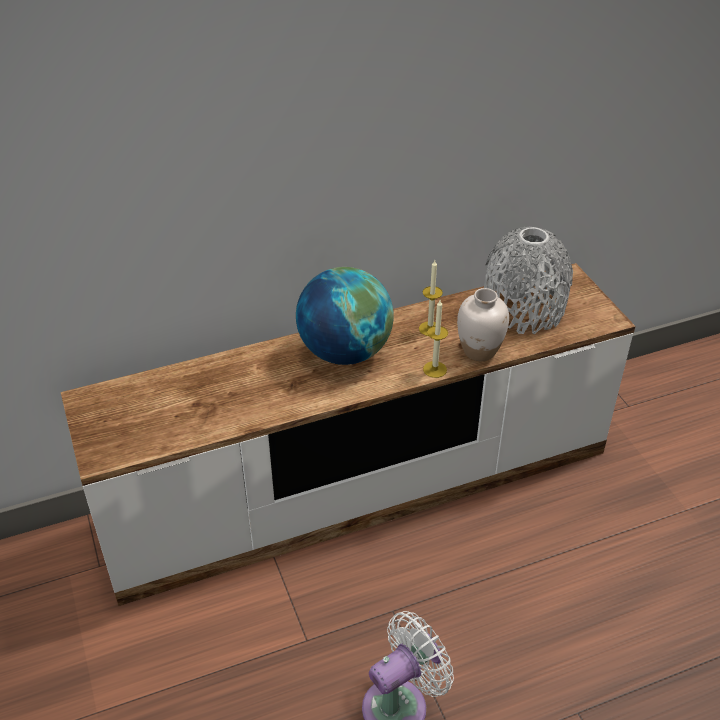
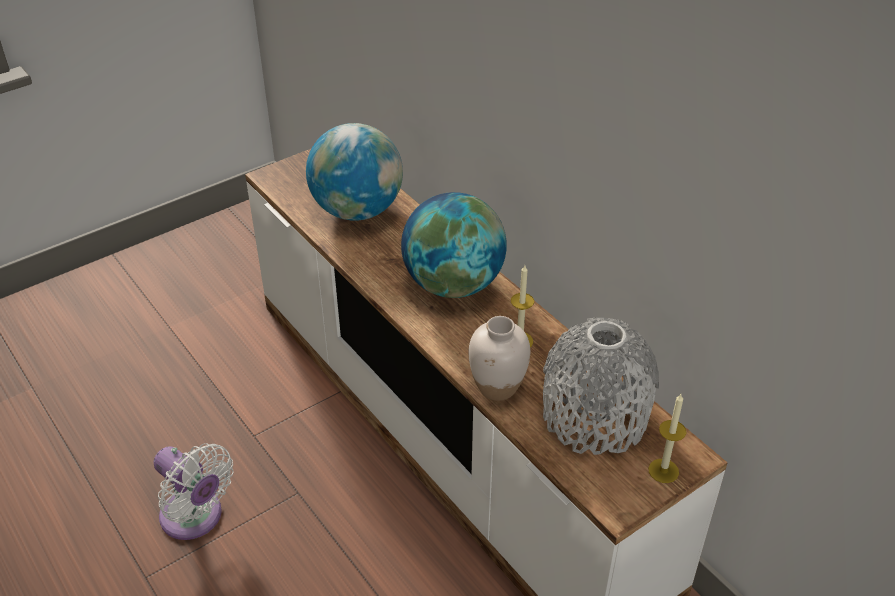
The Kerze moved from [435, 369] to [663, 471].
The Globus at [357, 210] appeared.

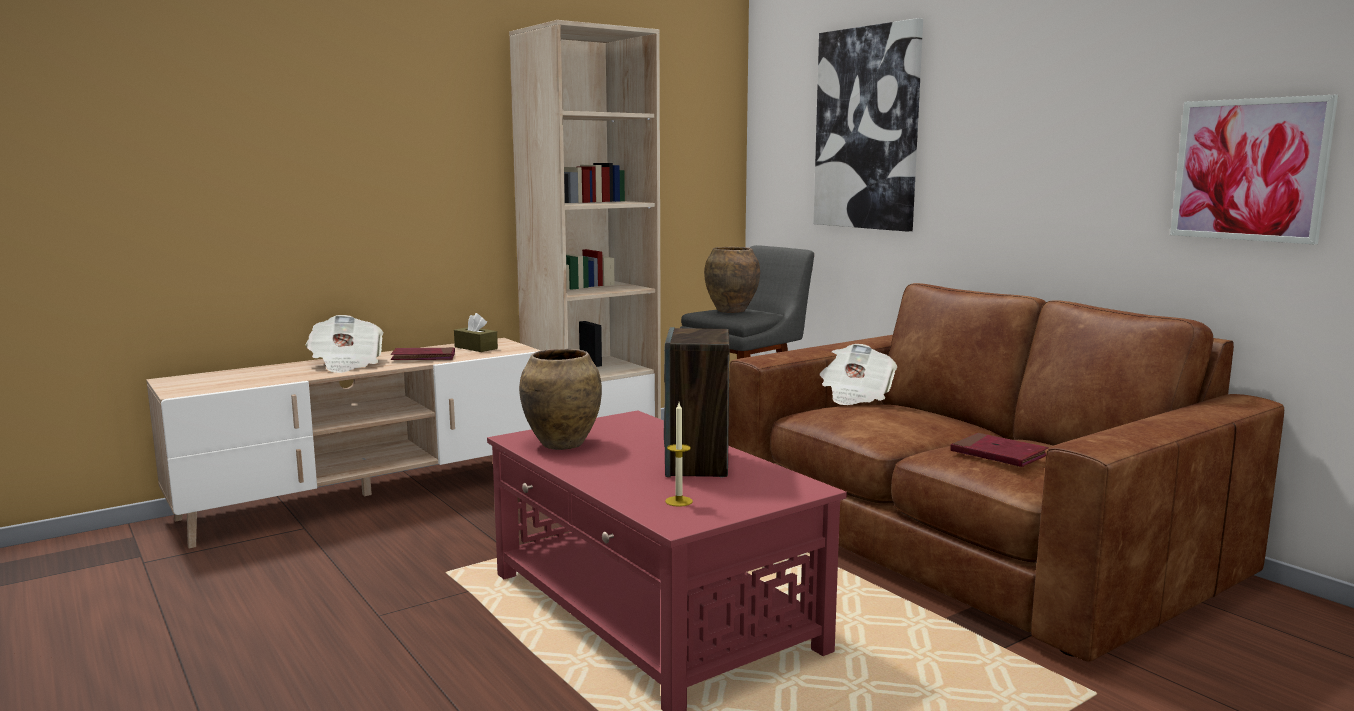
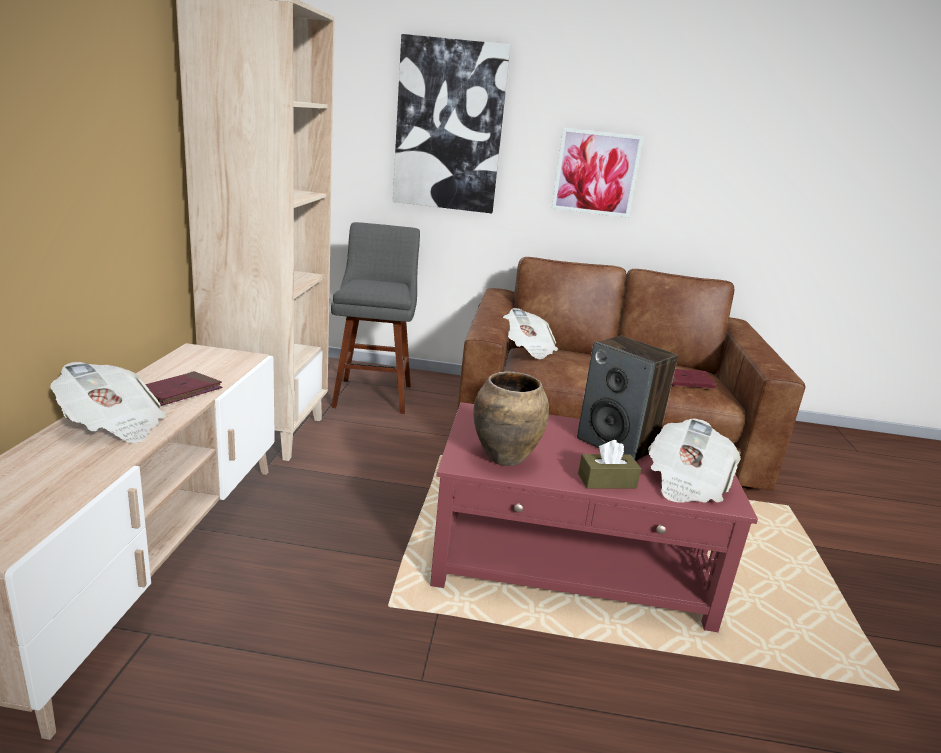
The Taschentuchbox/braun moved from [476, 348] to [607, 481].
The Kerze at [679, 501] was replaced by the Zeitung at [686, 483].
The Vase/braun at [731, 311] disappeared.
The Bild moved from [1249, 169] to [596, 173].

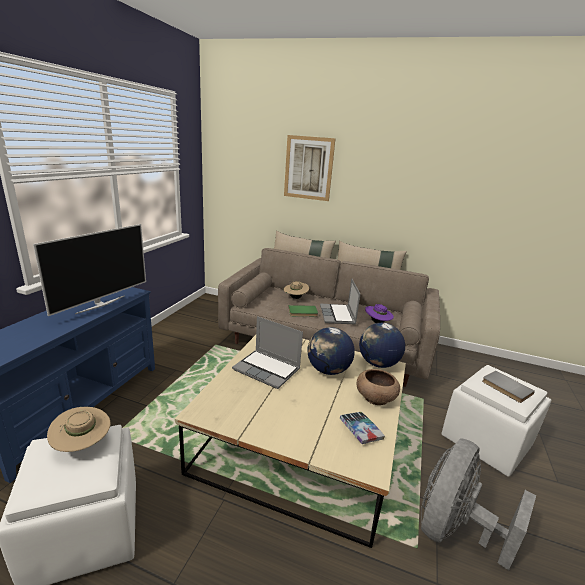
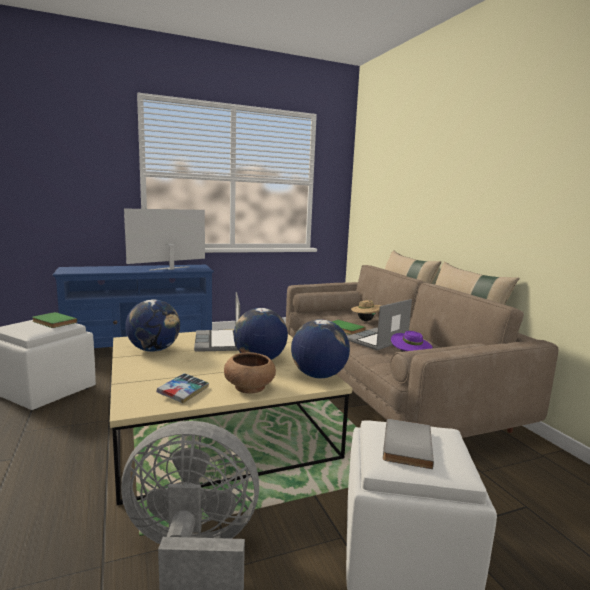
The Fernseher at [100, 304] turned 150 degrees clockwise.
The Hut/beige at [83, 444] was replaced by the Buch/grün at [53, 322].
The Bild at [308, 168] disappeared.
The Globus at [154, 350] appeared.

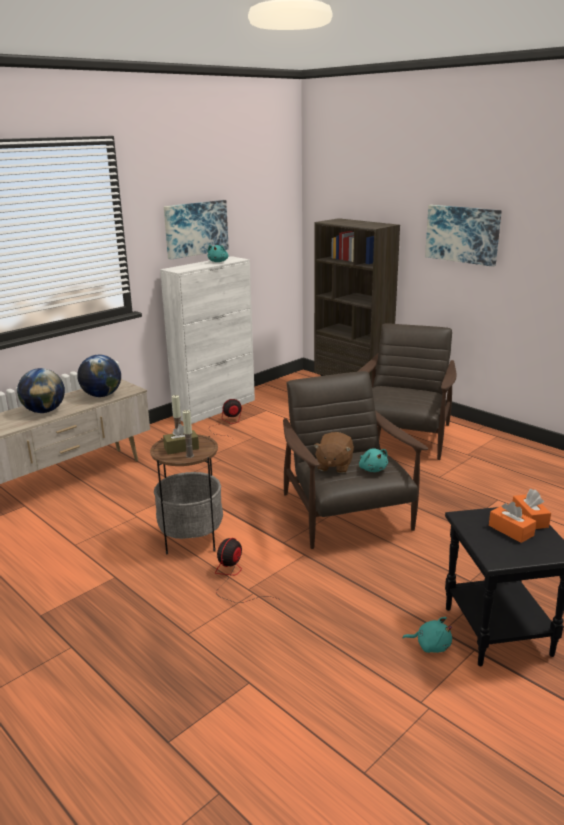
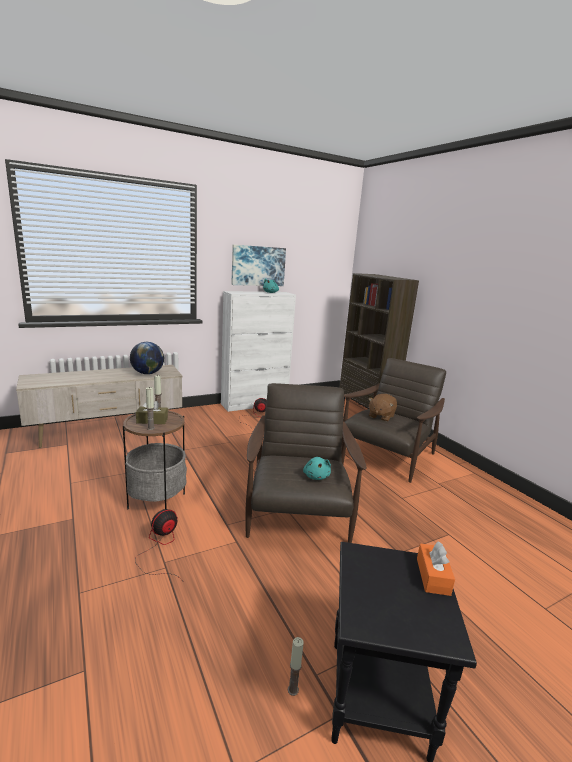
The Globus at [44, 411] disappeared.
The Plüschtier/braun moved from [334, 466] to [380, 416].
The Plüschtier/türkis at [430, 645] was replaced by the Kerze at [293, 690].
The Bild at [463, 234] disappeared.
The Taschentuchbox/orange at [511, 530] disappeared.

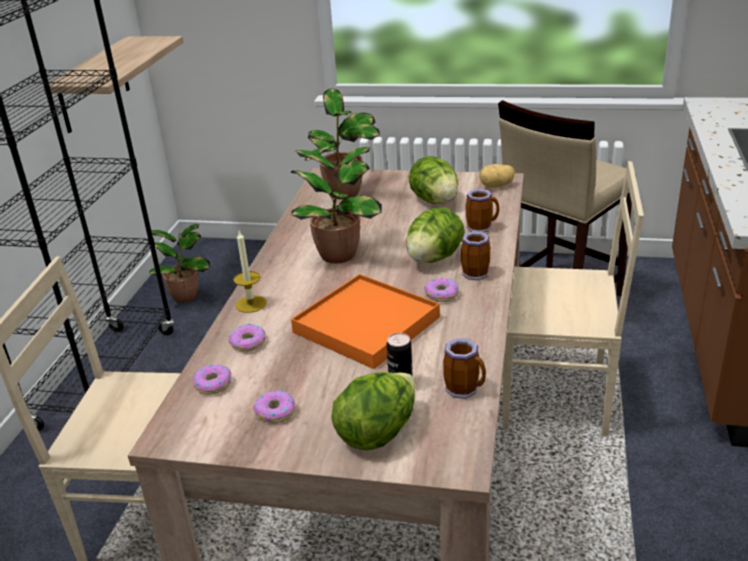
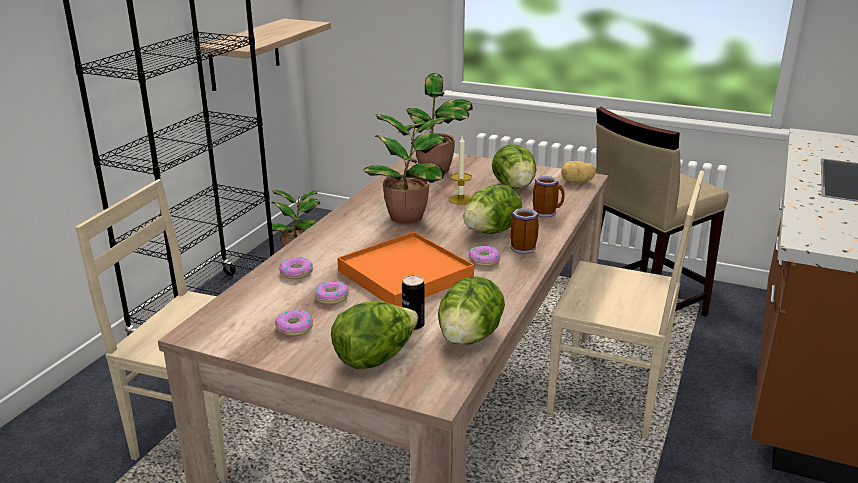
The Donut moved from [213, 384] to [331, 297].
The Kerze moved from [251, 304] to [460, 199].
The Henkelbecher at [465, 389] was replaced by the Salatkopf at [469, 337].

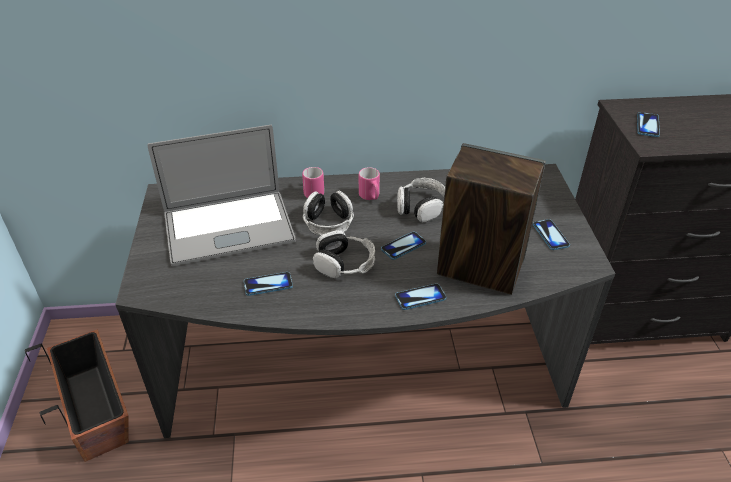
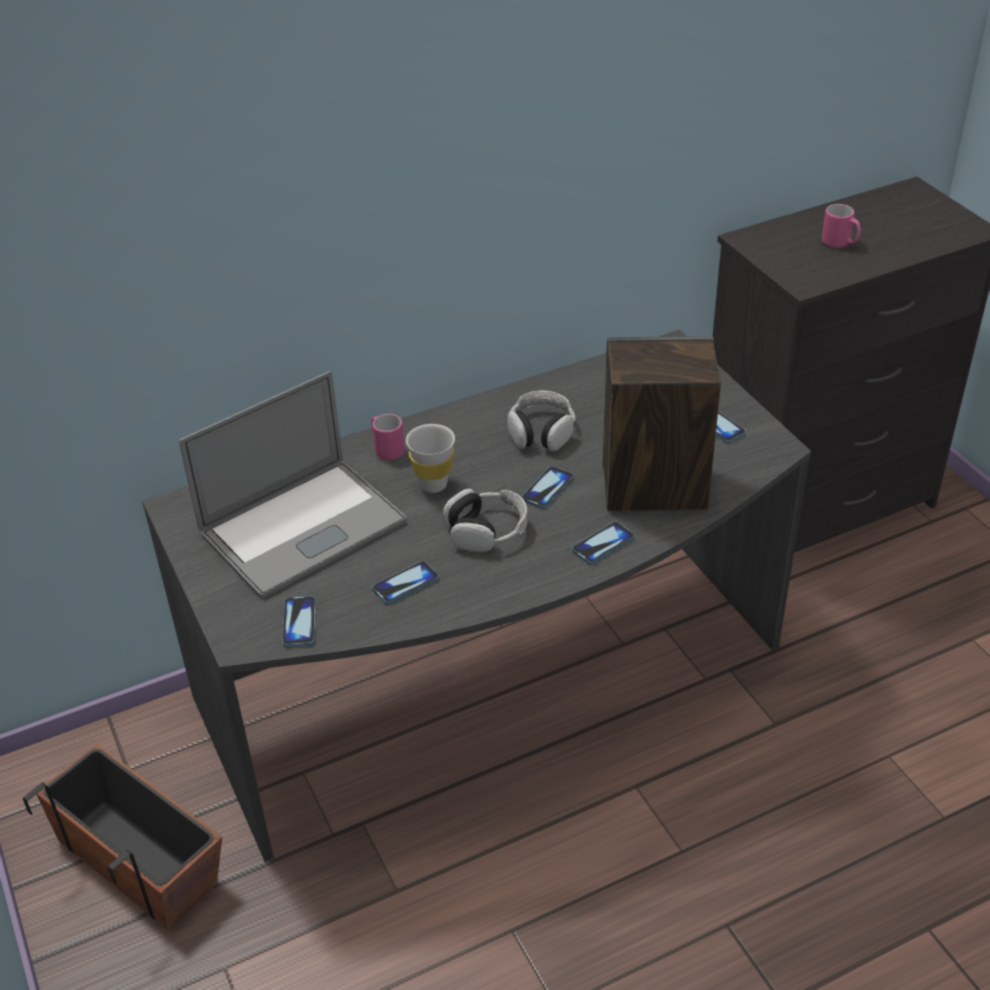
The Kopfhörer at [328, 222] was replaced by the Tasse/weiß at [433, 485].
The Henkelbecher/rosa moved from [370, 197] to [840, 244].
The Handy moved from [647, 125] to [299, 622].

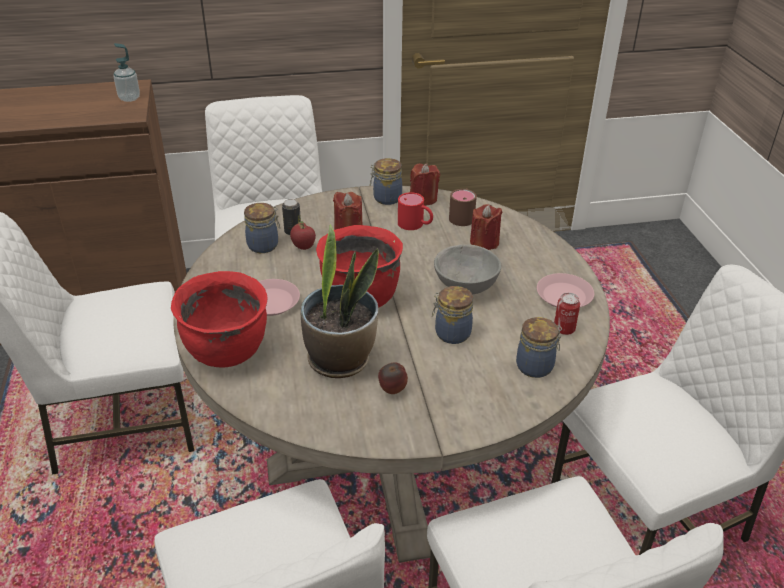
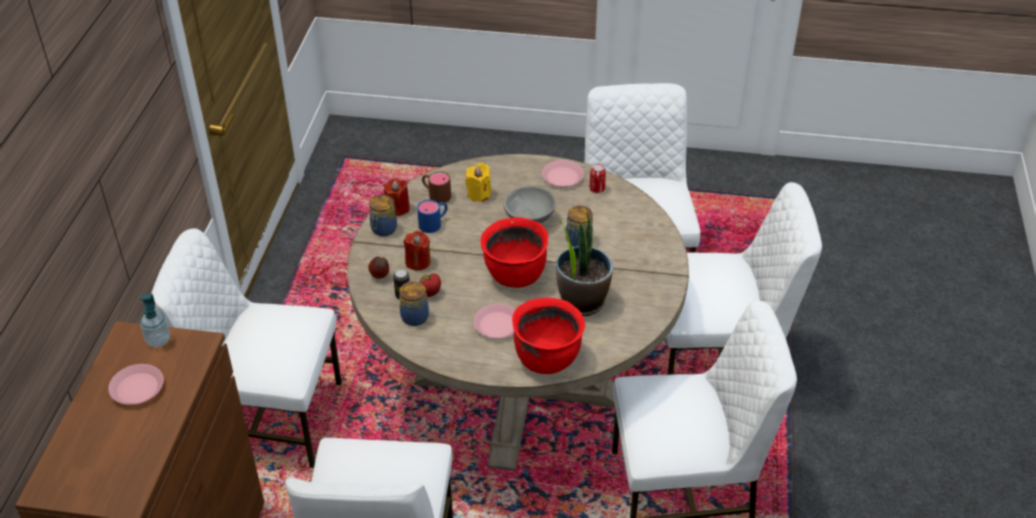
The Apfel moved from [392, 391] to [380, 276].
The Henkelbecher/rot at [415, 225] became the Henkelbecher/blau at [434, 223].
The Kerze/rot at [484, 242] became the Kerze/gelb at [479, 194].
The Vorratsglas at [536, 366] disappeared.
The Teller/rosa at [137, 388] appeared.

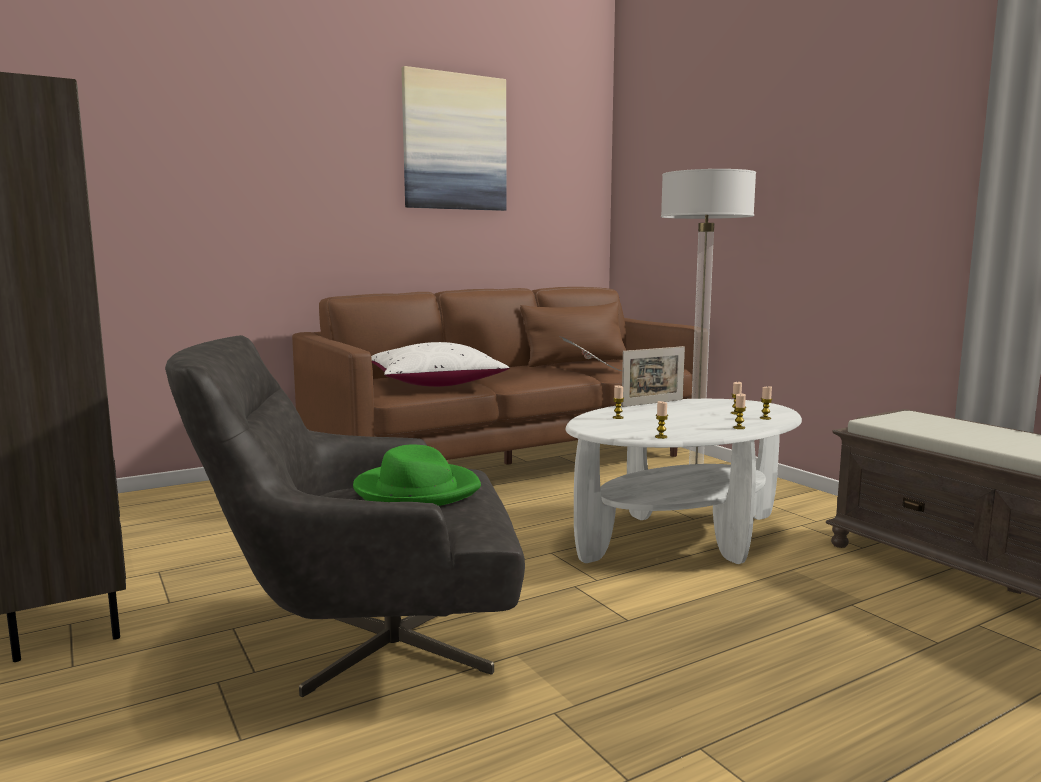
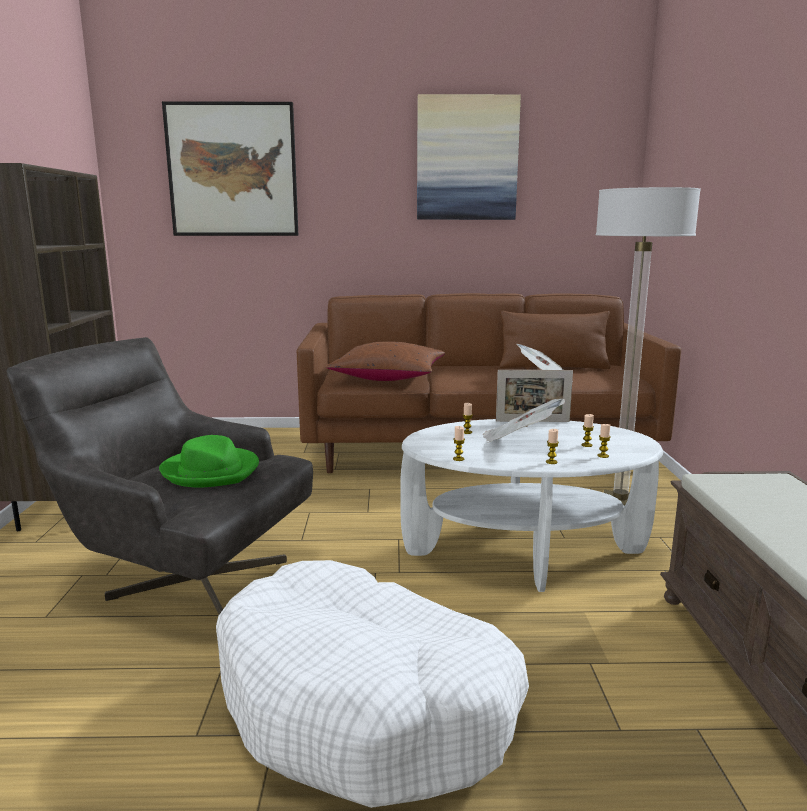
The Kissen/weiß at [436, 384] became the Kissen/braun at [388, 377].
The Bild at [232, 170] appeared.
The Hundebett/weiß at [365, 703] appeared.
The Zeitung at [519, 441] appeared.

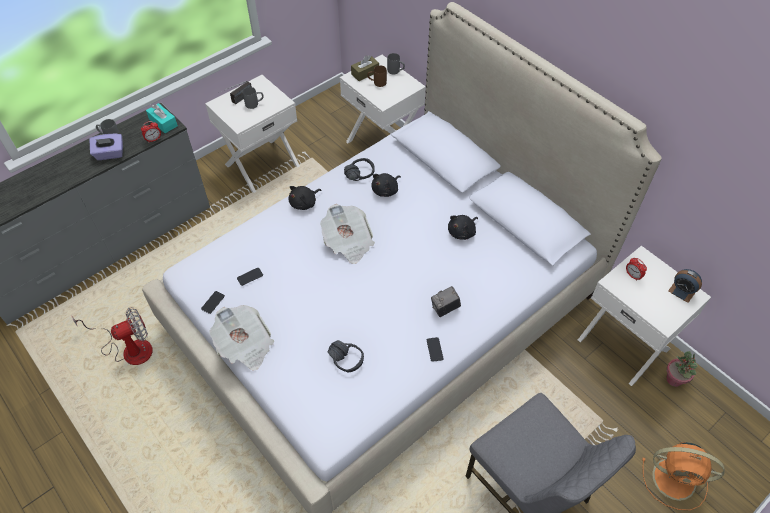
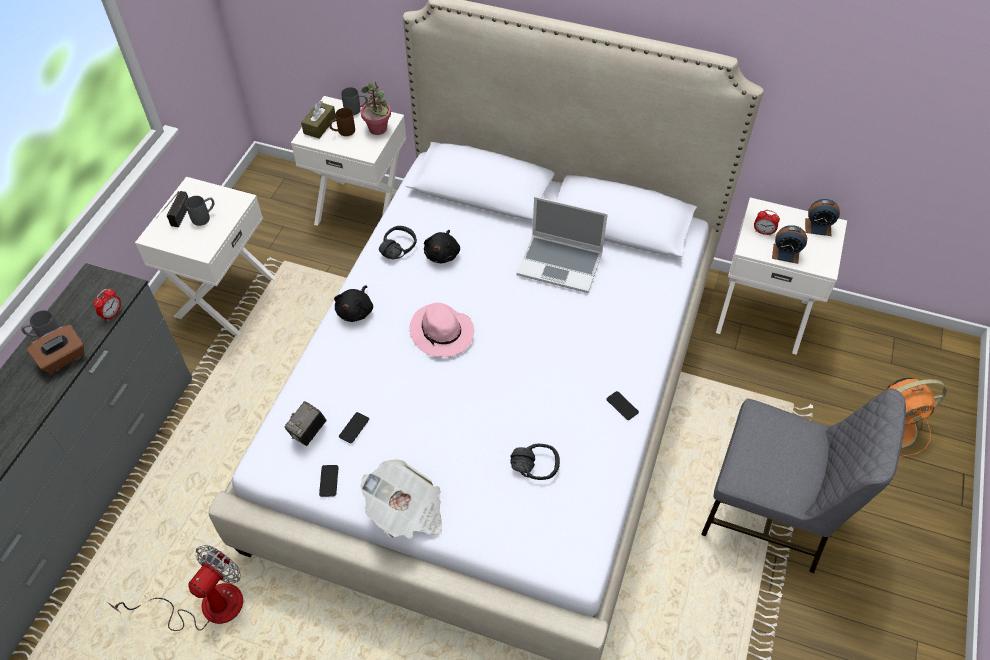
The Taschentuchbox/lila at [110, 154] became the Taschentuchbox/braun at [63, 358].
The Taschentuchbox/türkis at [163, 122] disappeared.
The Zeitung at [348, 242] was replaced by the Hut/rosa at [442, 333].
The Kamera moved from [445, 309] to [308, 432].
The Plüschtier/schwarz at [462, 232] was replaced by the Laptop at [561, 264].
The Topfpflanze moved from [674, 379] to [378, 129].
The Wecker at [785, 253] appeared.

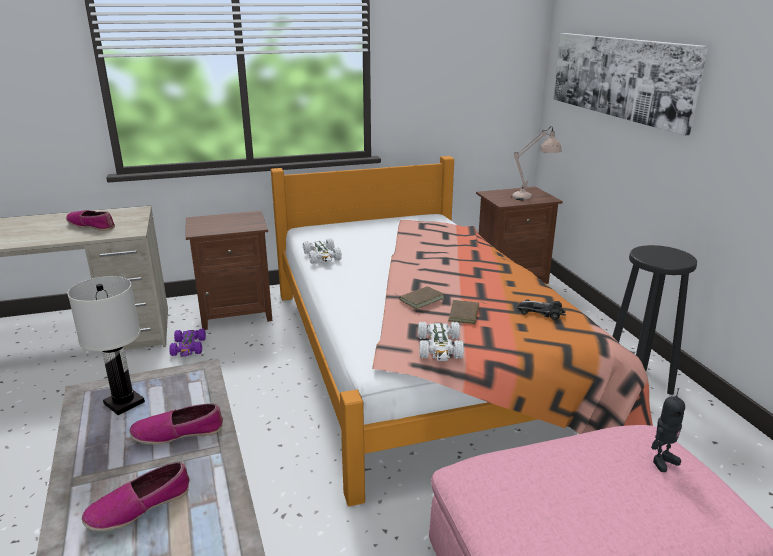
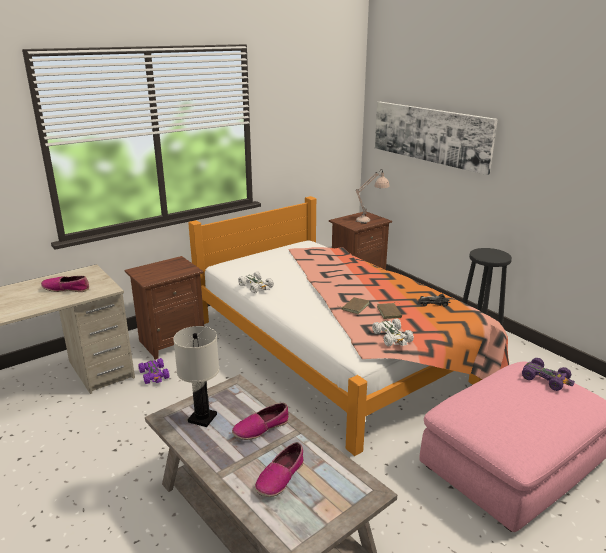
The Spielzeugroboter at [662, 461] was replaced by the Spielzeugauto/lila at [546, 379].

